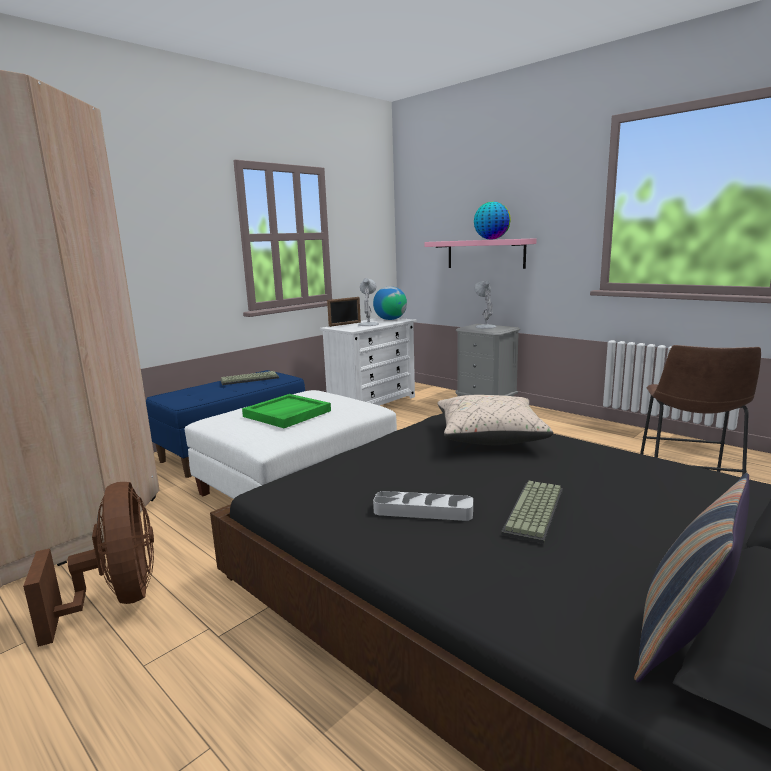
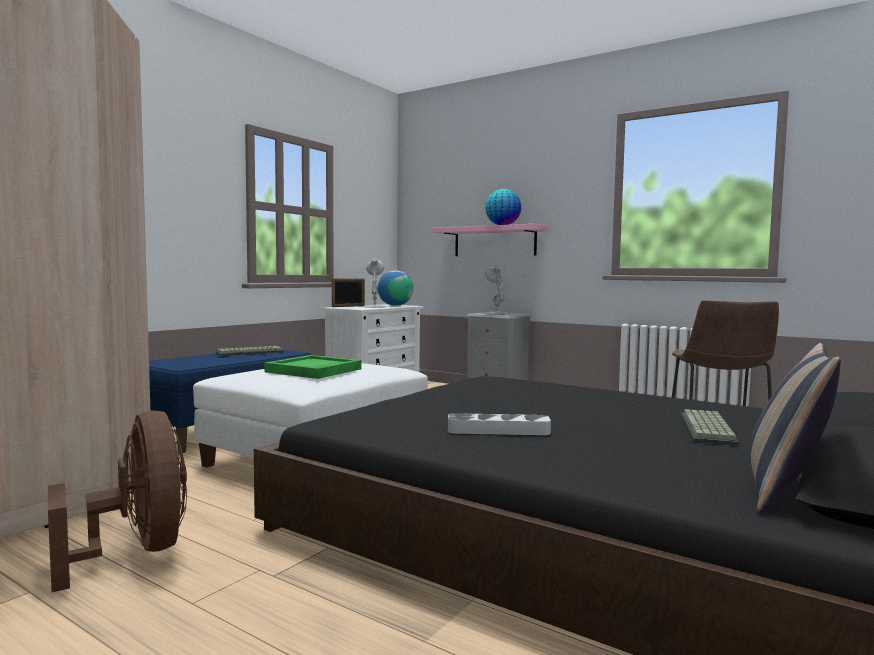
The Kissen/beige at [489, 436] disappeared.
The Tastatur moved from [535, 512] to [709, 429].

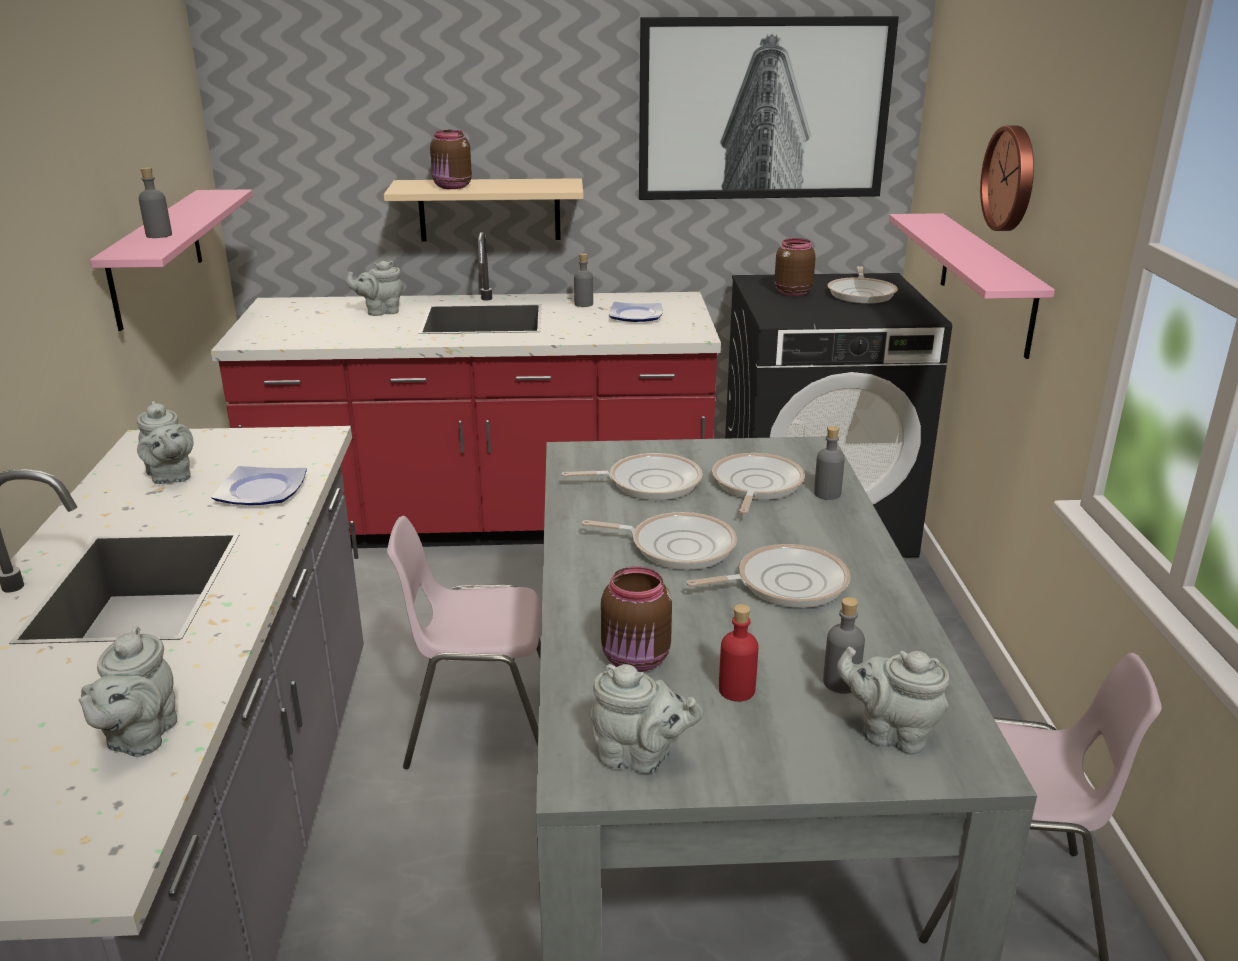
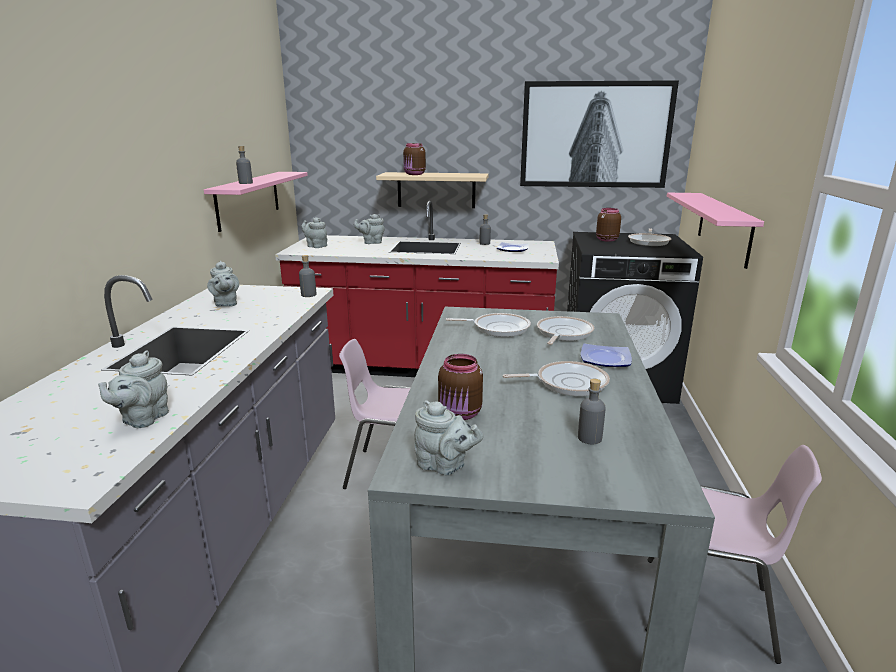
The Teller moved from [262, 492] to [606, 359].
The Pfanne at [676, 546] disappeared.
The Flasche/rot at [736, 690] disappeared.
The Flasche/grau moved from [827, 493] to [308, 295].
The Teekanne/grau moved from [891, 733] to [315, 246].
The Wanduhr at [1012, 178] disappeared.

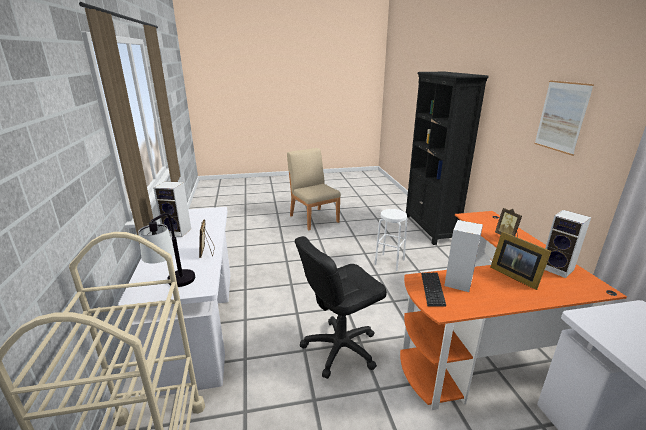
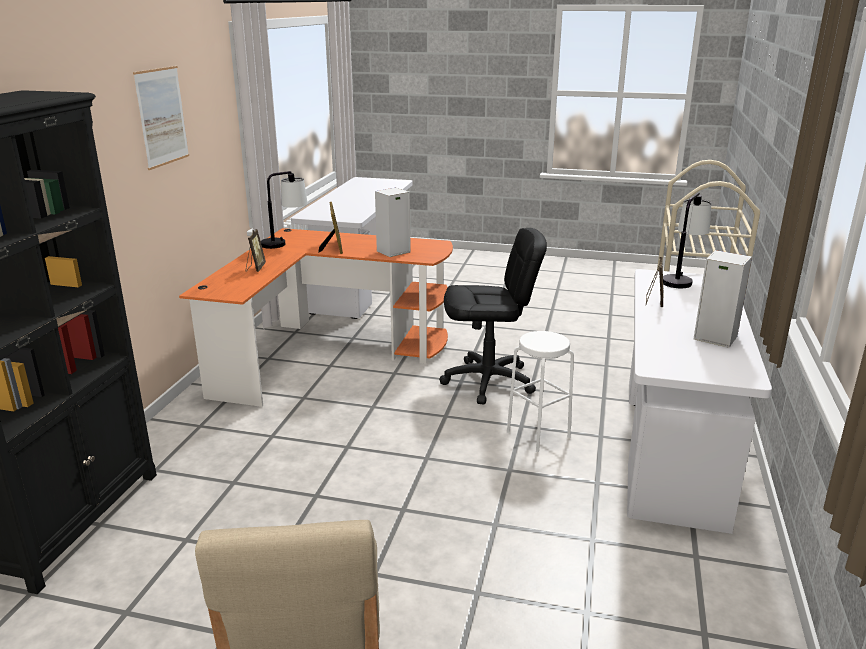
The Hocker/weiß moved from [389, 262] to [538, 434].
The Tastatur at [432, 290] disappeared.
The Lautsprecher at [558, 269] was replaced by the Tischlampe at [285, 243].

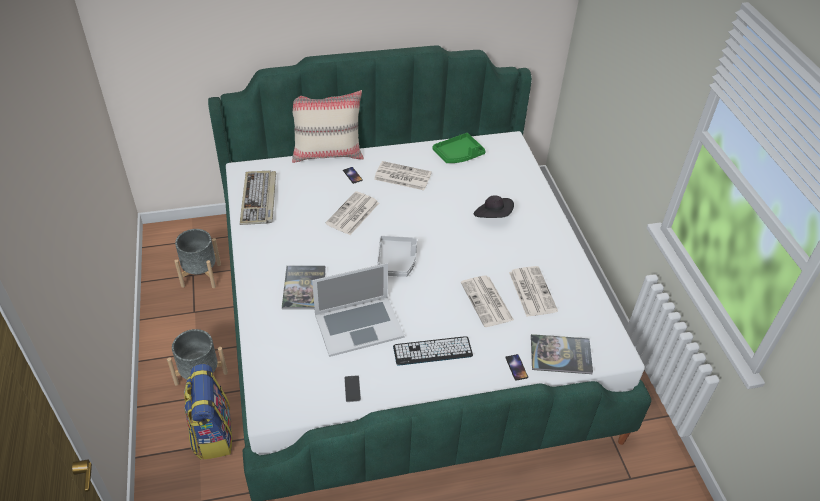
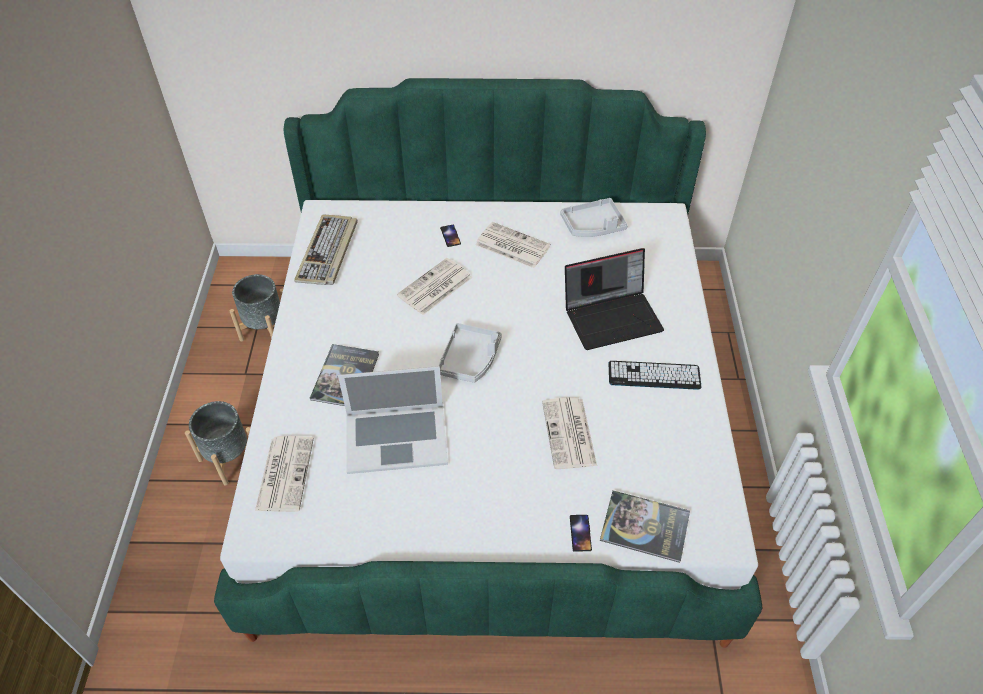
The Rucksack at [212, 433] disappeared.
The Kissen/beige at [328, 153] disappeared.
The Handy at [352, 389] disappeared.
The Tastatur moved from [432, 351] to [654, 376].
The Tablett/grün at [458, 154] became the Tablett/grau at [593, 225].
The Hut/schwarz at [493, 216] was replaced by the Laptop at [612, 316].
The Zeitung moved from [531, 291] to [284, 473].

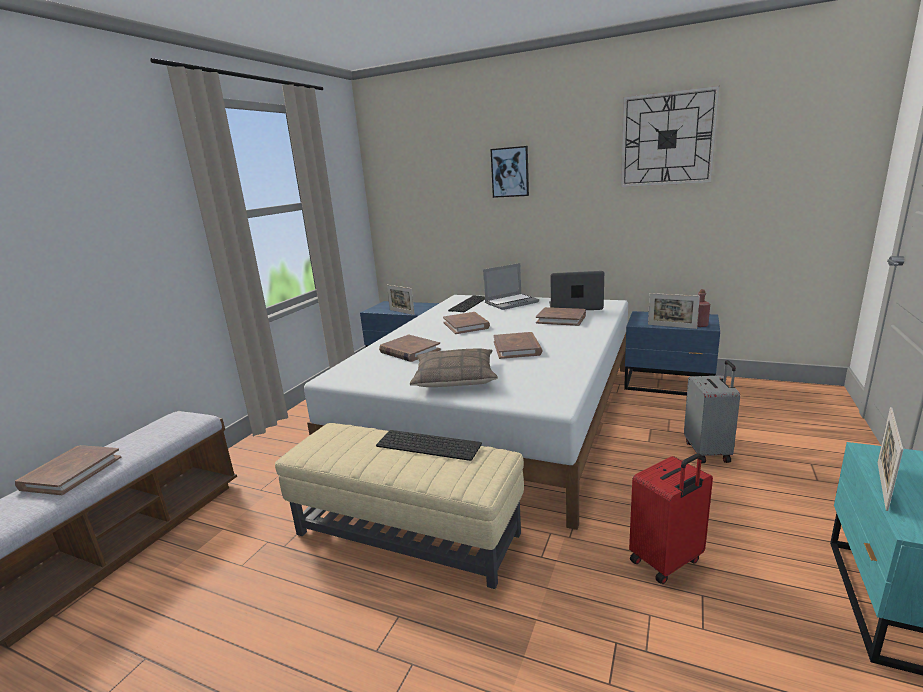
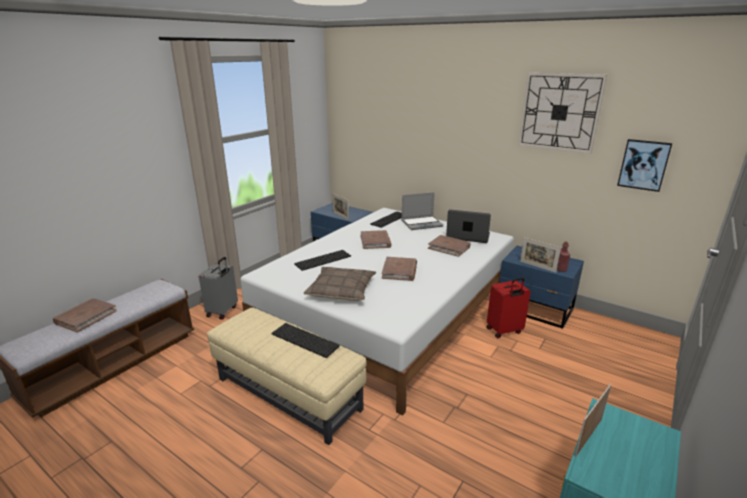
The Buch/braun at [409, 351] was replaced by the Tastatur at [323, 259].
The Bild moved from [510, 172] to [643, 165].
The Koffer/rot moved from [667, 561] to [504, 331].
The Koffer/grau moved from [708, 451] to [223, 311].

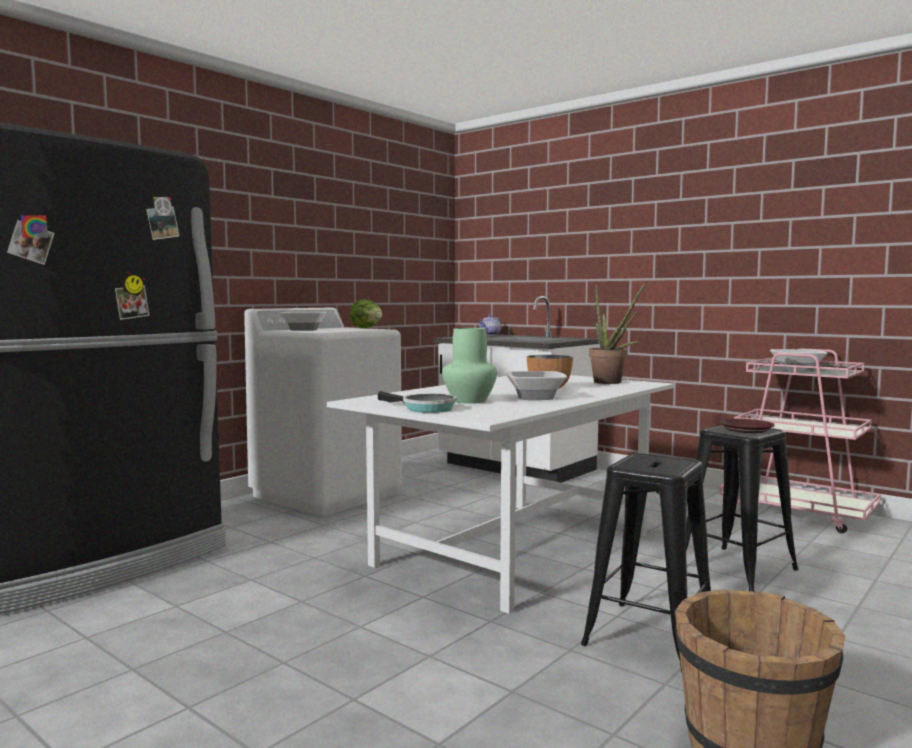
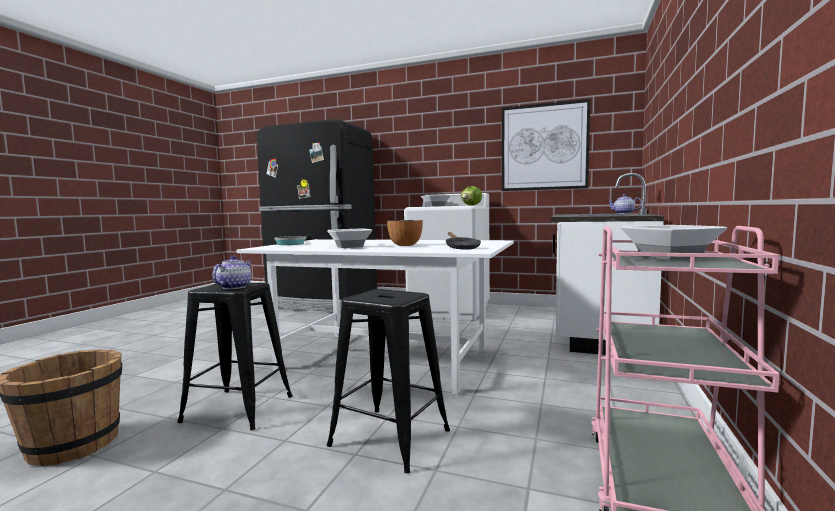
The Vase/grün at [470, 401] disappeared.
The Topfpflanze at [612, 383] was replaced by the Pfanne/schwarz at [461, 248].
The Teller/braun at [746, 429] disappeared.
The Teekanne at [234, 287] appeared.
The Bild at [544, 147] appeared.

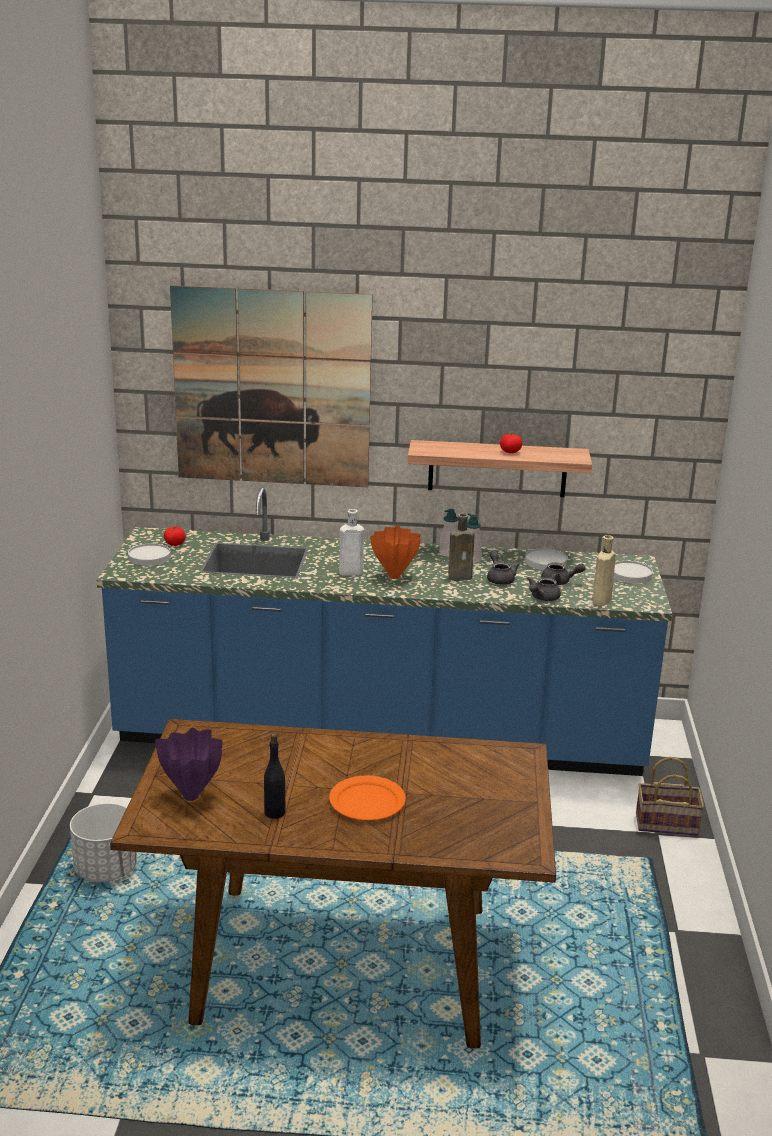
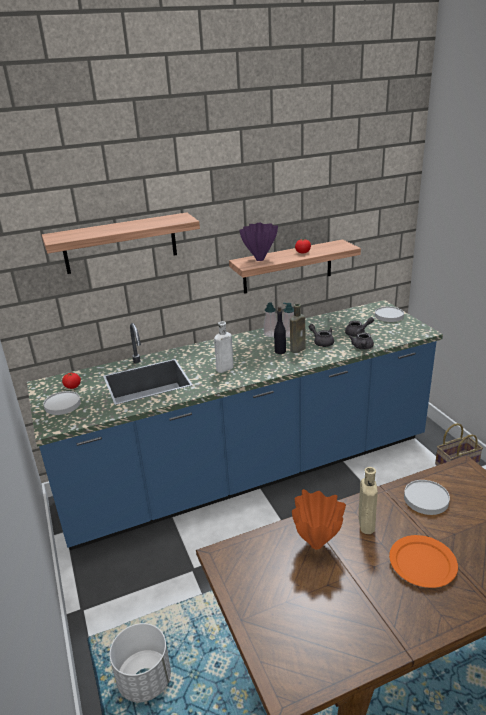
The Vase/lila moved from [192, 796] to [260, 259].
The Bild at [272, 388] was replaced by the Wandregal at [120, 243].
The Flasche/schwarz moved from [274, 812] to [280, 351].
The Vase/orange moved from [394, 577] to [317, 545].
The Teller/weiß moved from [545, 562] to [426, 499].
The Flasche/beige moved from [602, 600] to [366, 523].

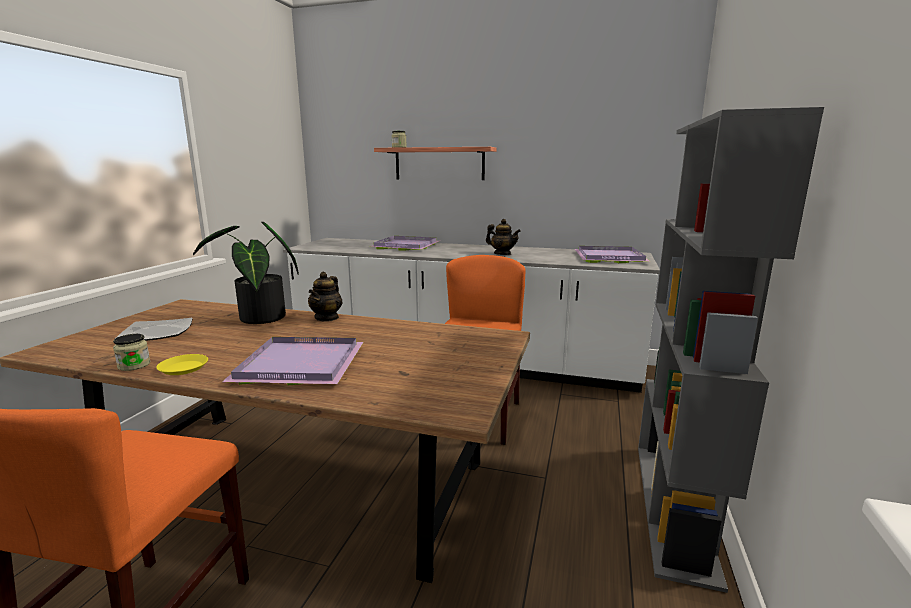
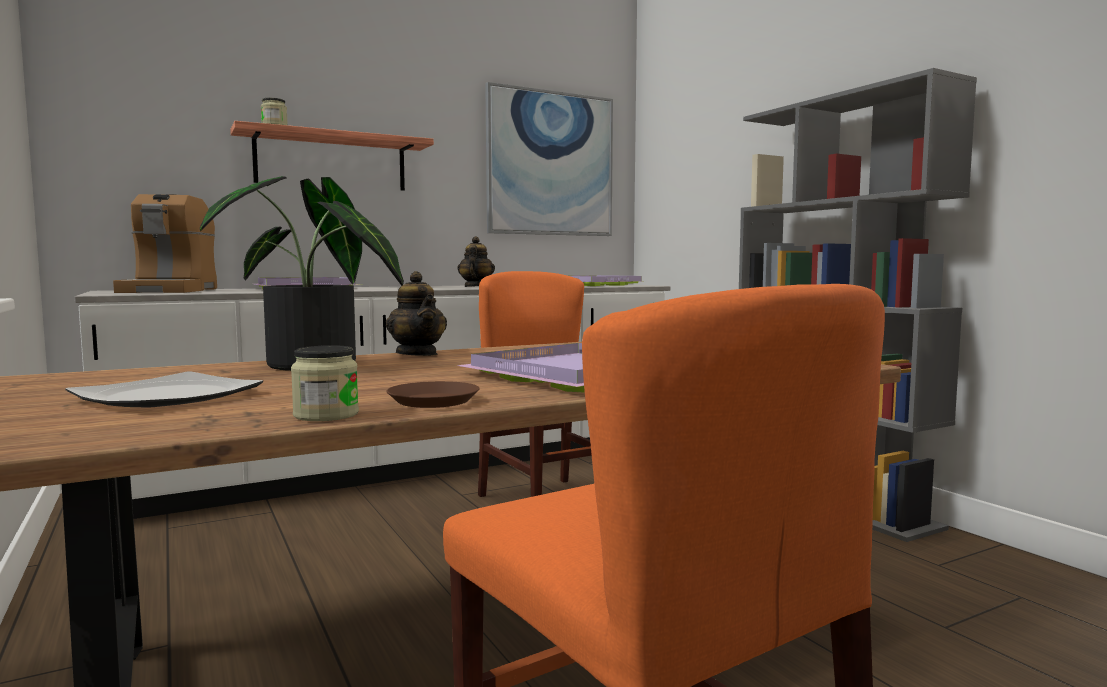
The Teller/gelb at [184, 368] became the Teller/braun at [433, 401].
The Teekanne at [502, 254] turned 75 degrees counterclockwise.
The Kaffeemaschine at [171, 290] appeared.
The Bild at [550, 164] appeared.

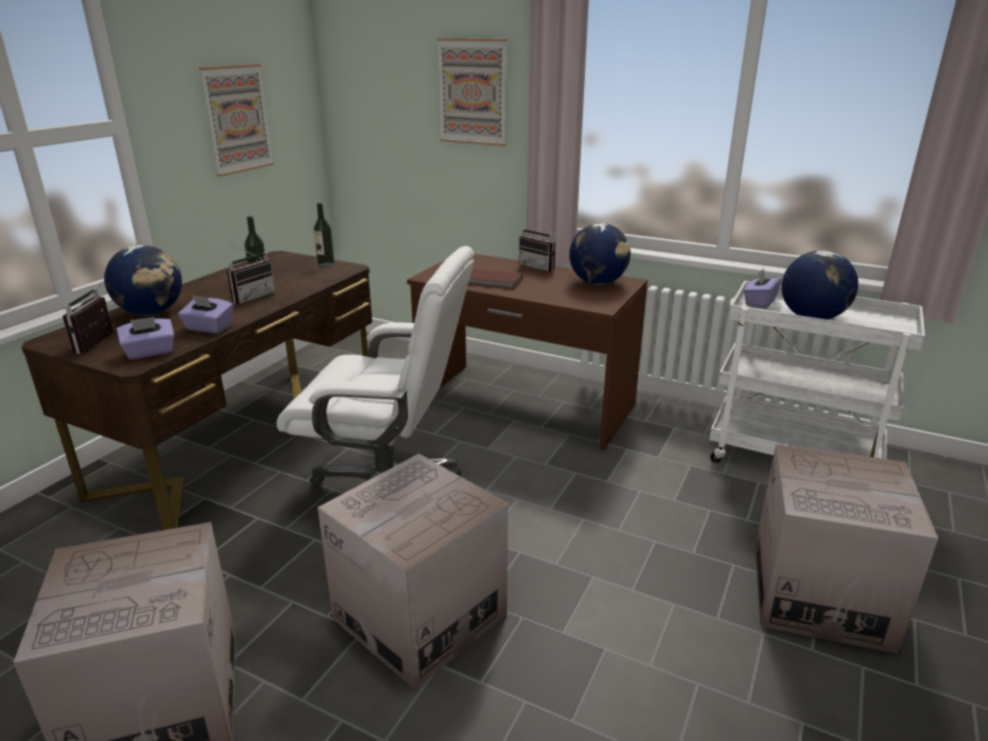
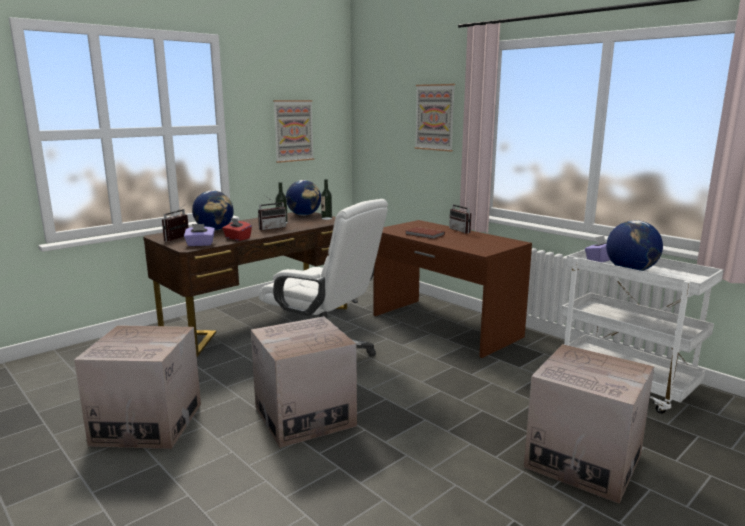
The Taschentuchbox/lila at [209, 328] became the Taschentuchbox/rot at [237, 238].
The Globus moved from [598, 282] to [304, 215].

